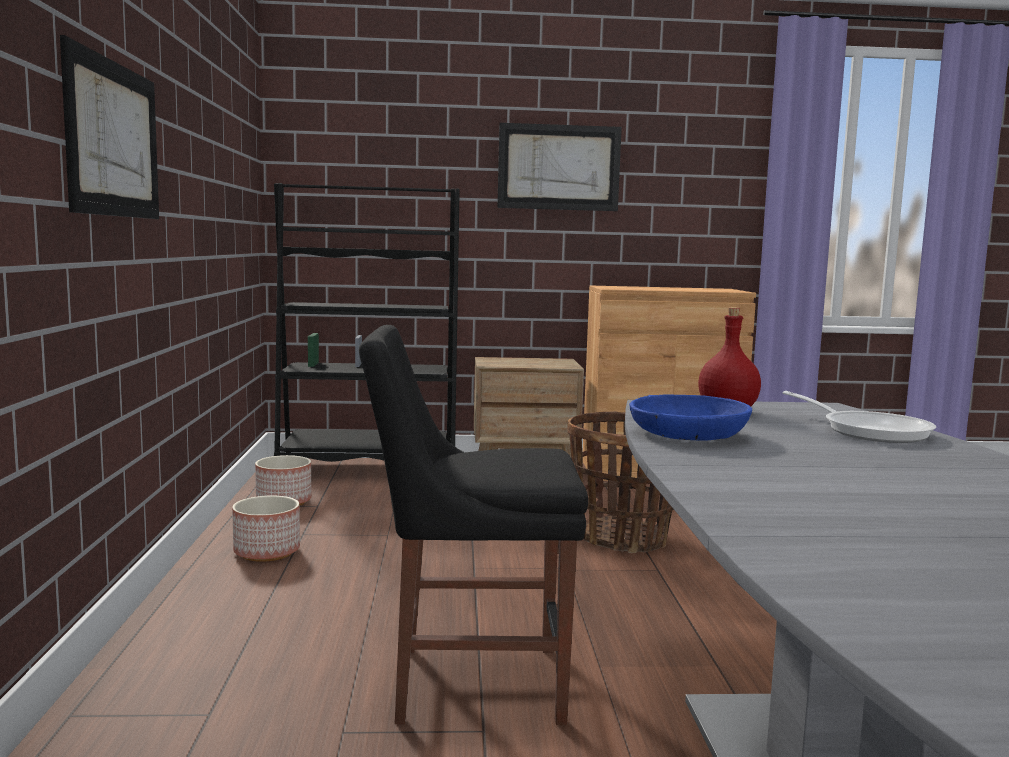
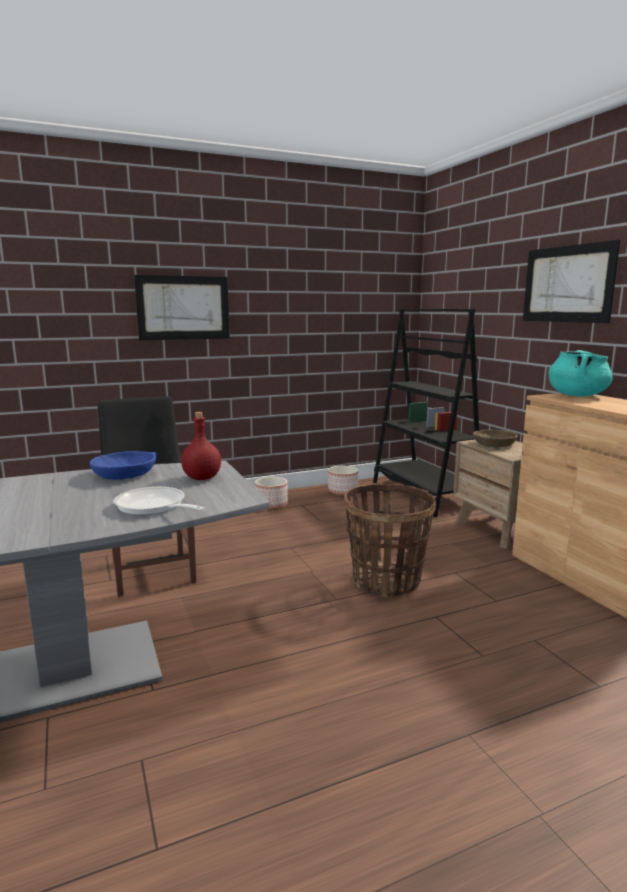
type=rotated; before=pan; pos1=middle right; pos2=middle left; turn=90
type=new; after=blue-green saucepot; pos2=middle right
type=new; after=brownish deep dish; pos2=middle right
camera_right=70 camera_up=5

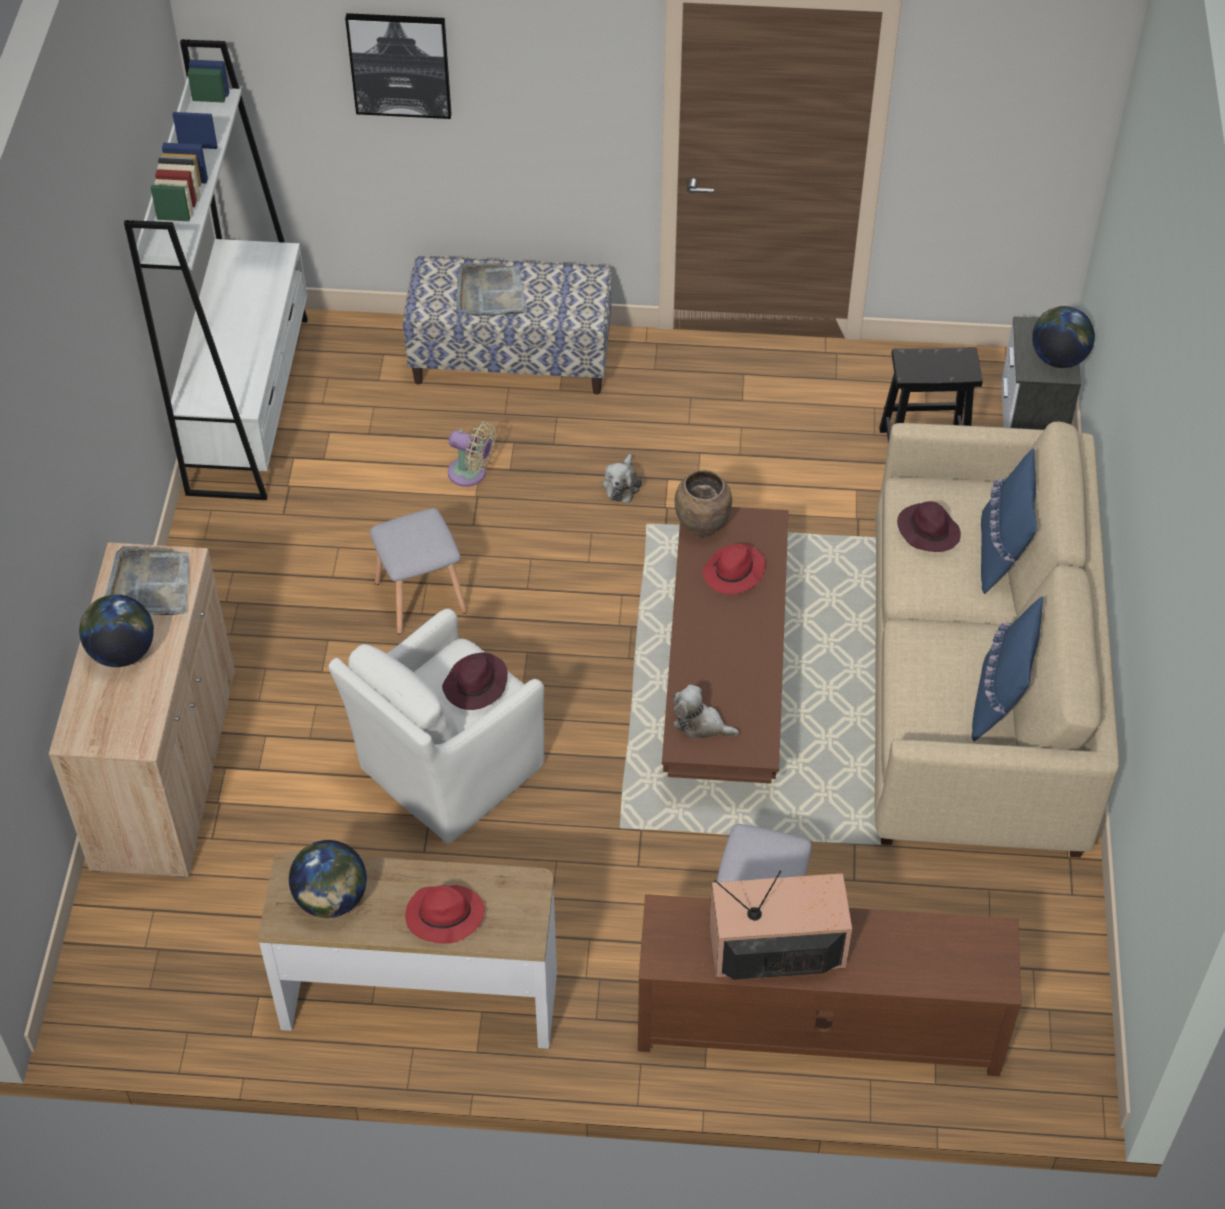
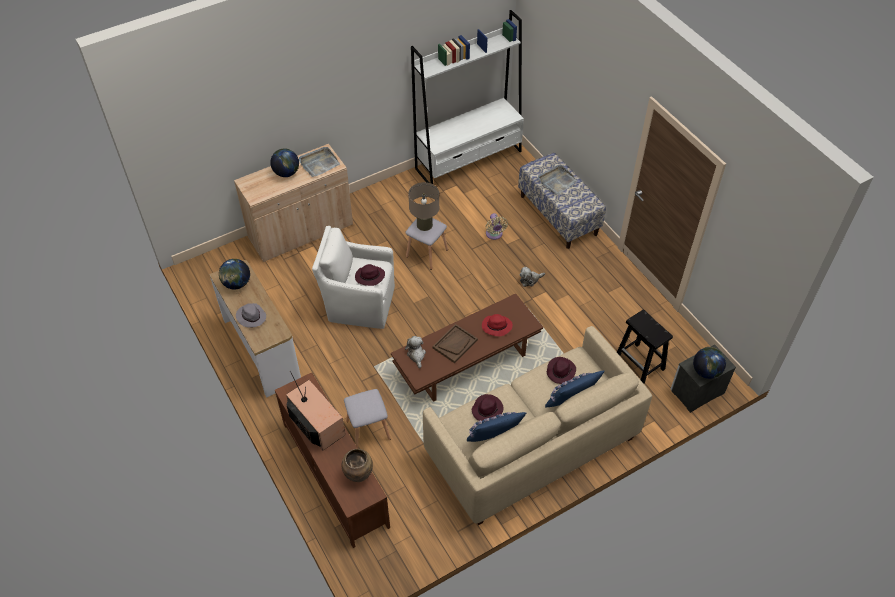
type=gone; before=wall art; pos1=top left
type=shifted; before=brownish vase; pos1=centre; pos2=bottom centre
type=repainted; before=reddish hat (no. 1 from left); after=gray hat; pos1=bottom centre; pos2=middle left
type=new; after=beige-coloured lamp for a table; pos2=centre
type=new; after=brownish tray; pos2=centre
type=new; after=purple hat (no. 2 from left); pos2=bottom centre
camera_right=55 camera_up=0

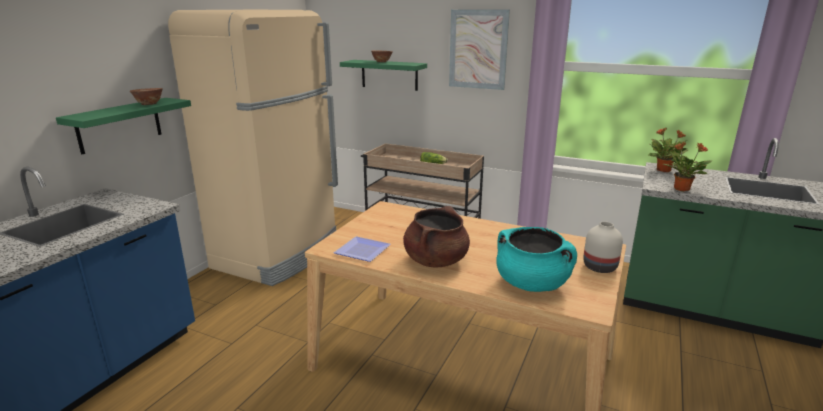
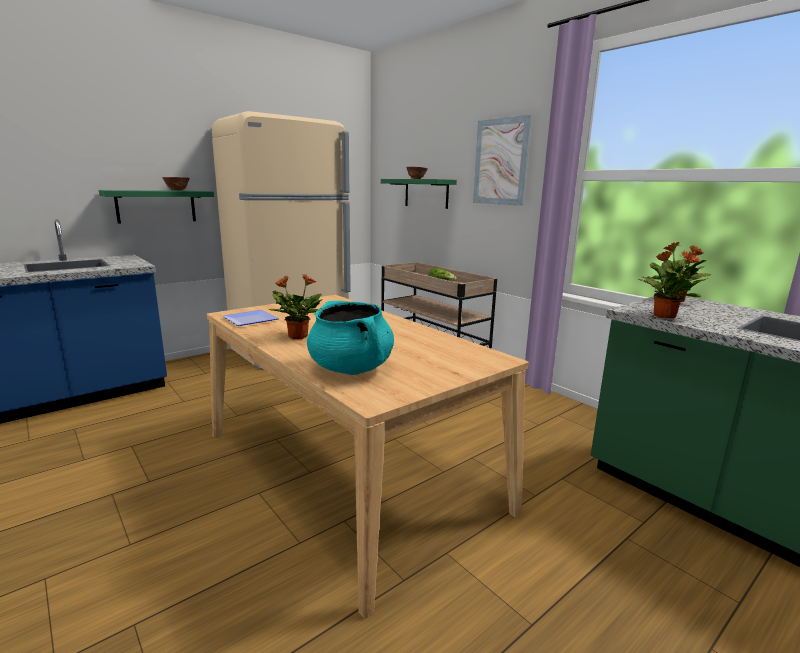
type=swapped; before=brownish saucepot; after=potted plant (no. 1 from left); pos1=centre; pos2=centre
type=gone; before=white-coloured vase; pos1=middle right
camera_right=25 camera_up=-5

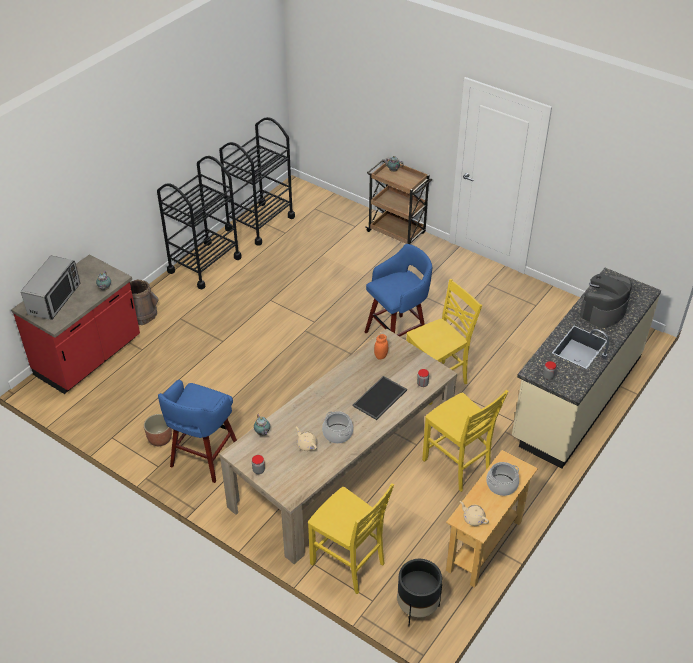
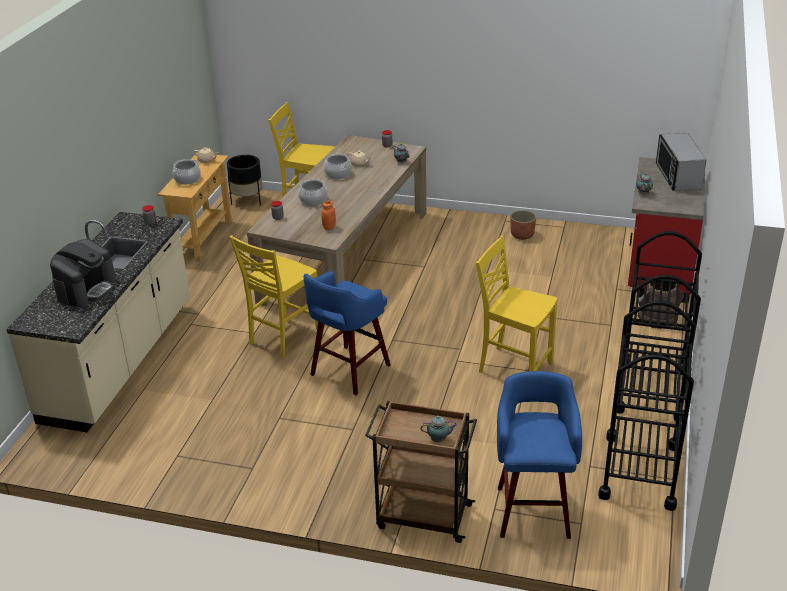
type=swapped; before=tray; after=saucepot (no. 2 from left); pos1=centre; pos2=top centre
type=shifted; before=blue-coloured stool (no. 1 from left in the first image); after=blue-coloured stool (no. 2 from left); pos1=middle left; pos2=bottom right
type=shifted; before=yellow upright chair (no. 3 from left); pos1=middle right; pos2=centre
camera_right=160 camera_up=-10

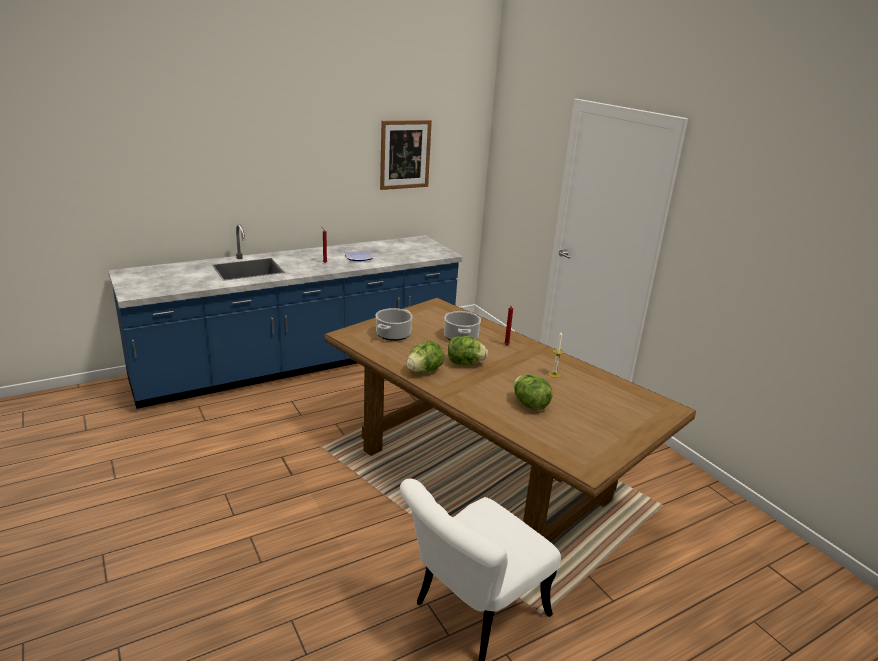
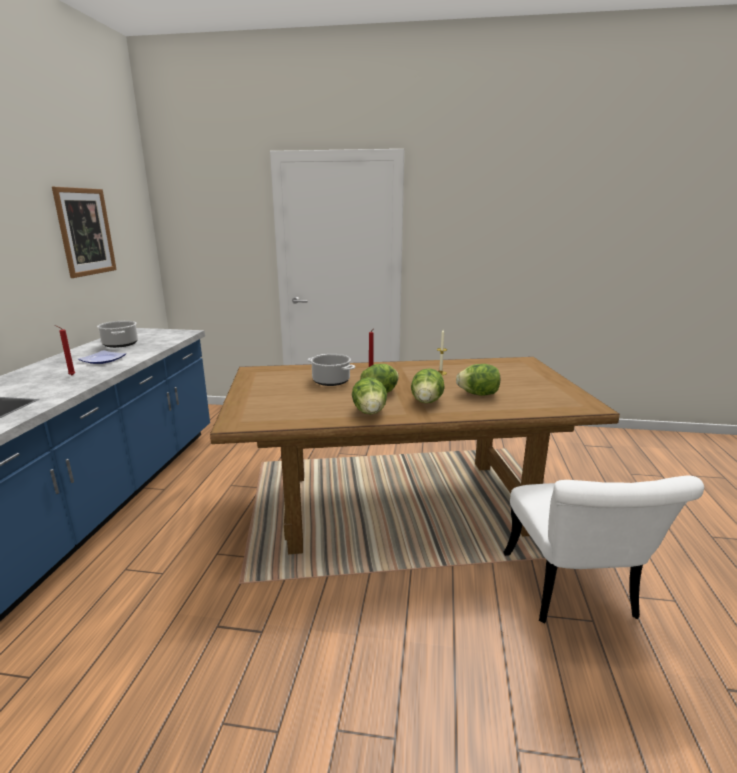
type=shifted; before=saucepot (no. 1 from left); pos1=centre; pos2=middle left
type=new; after=lettuce head (no. 3 from left); pos2=centre
camera_right=-50 camera_up=-5

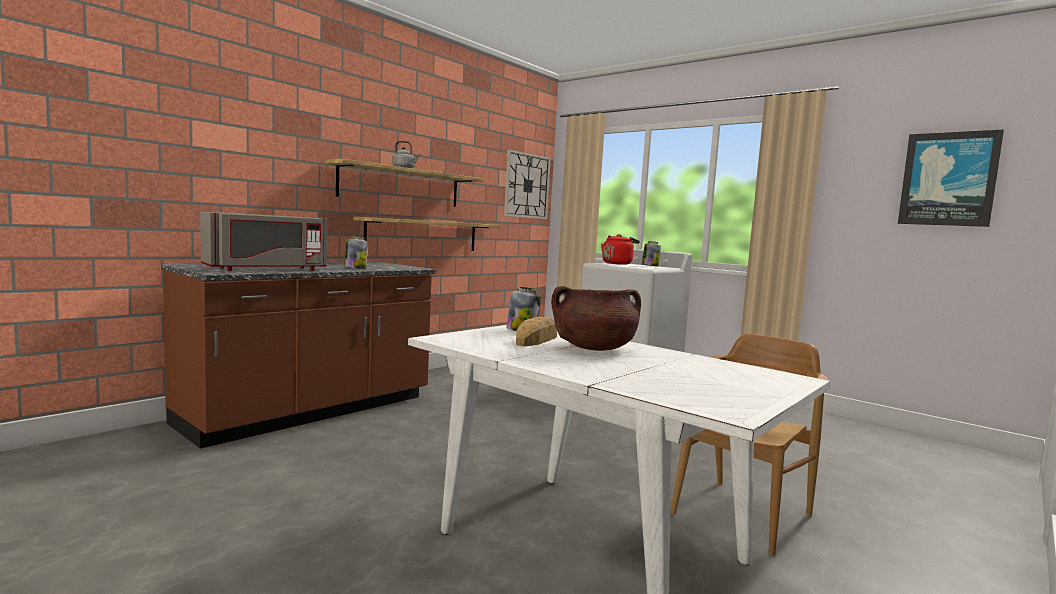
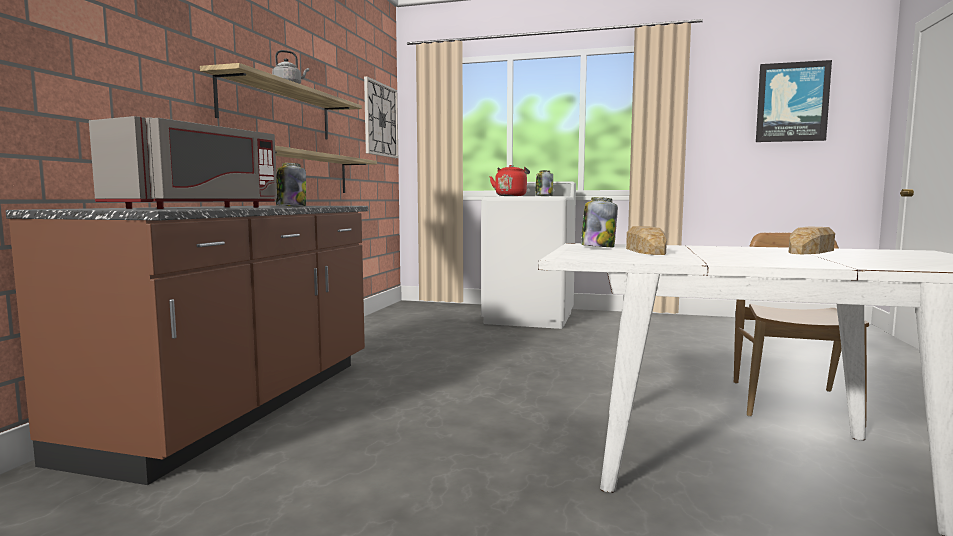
type=gone; before=brownish saucepot; pos1=centre
type=new; after=bread (no. 2 from left); pos2=middle right
camera_right=-25 camera_up=0

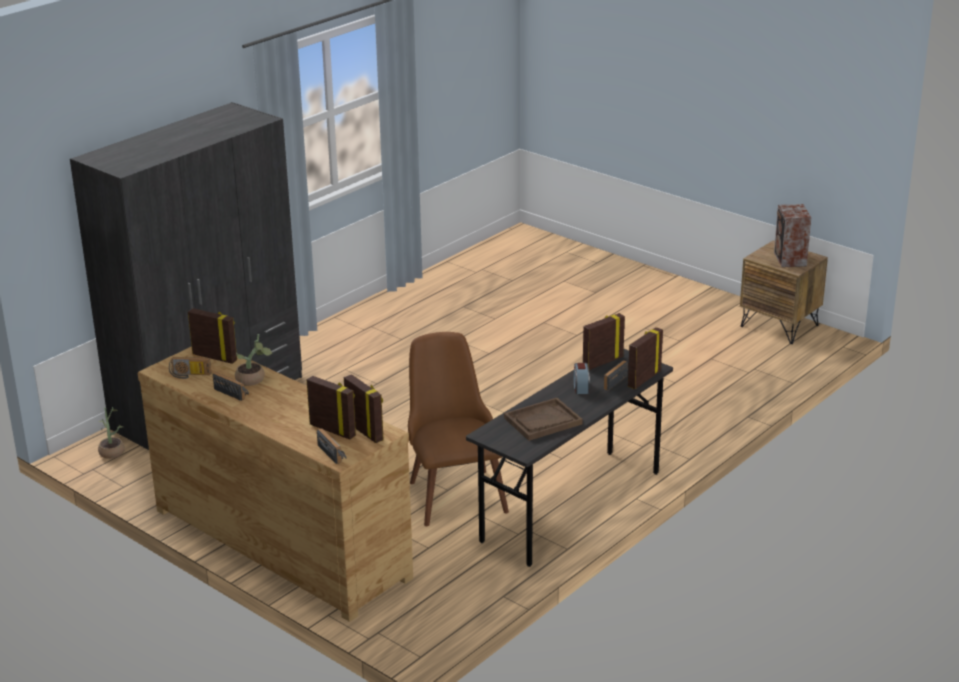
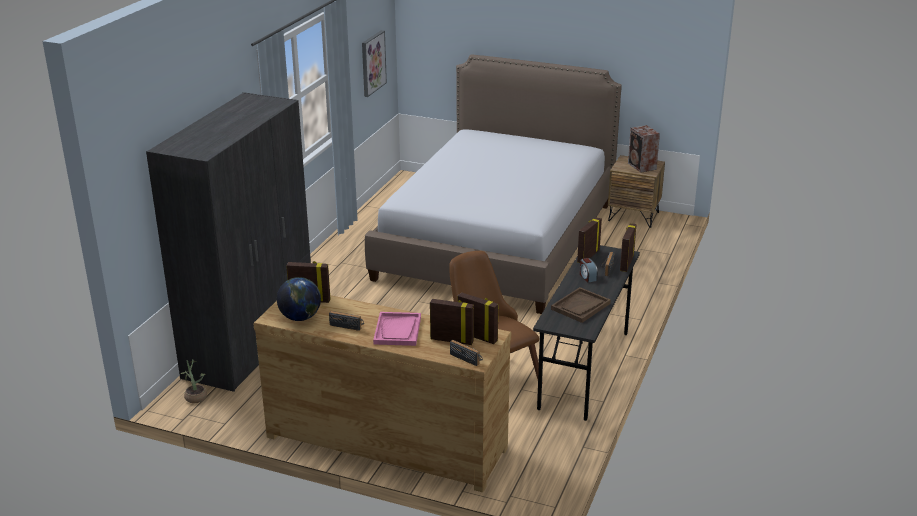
type=gone; before=potted plant (no. 2 from left); pos1=middle left
type=swapped; before=radio set (no. 1 from left); after=world globe; pos1=middle left; pos2=middle left
type=new; after=wall art; pos2=top centre
type=new; after=sleeping bed; pos2=centre
type=new; after=pink tray; pos2=centre
camera_right=-20 camera_up=0

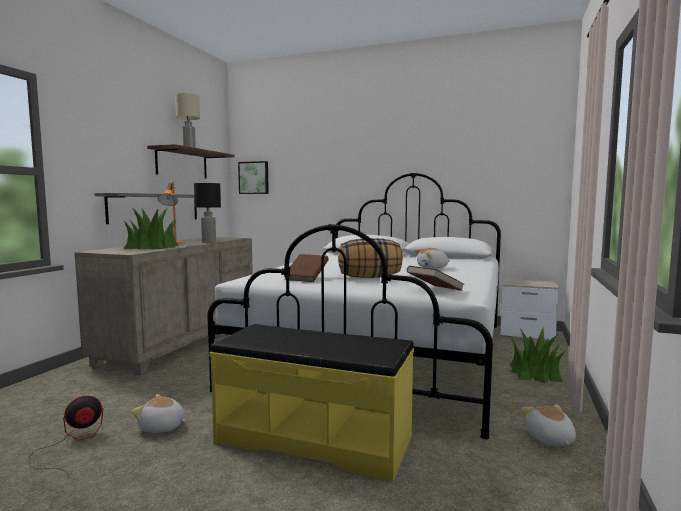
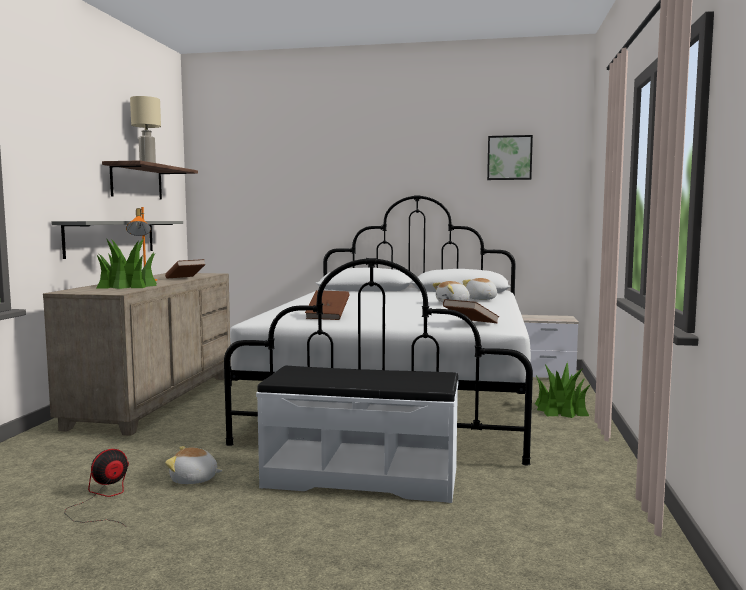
type=shifted; before=wall art; pos1=centre; pos2=top right
type=swapped; before=black lamp for a table; after=brownish bound book (no. 1 from left); pos1=middle left; pos2=middle left
type=gone; before=pillow; pos1=centre
type=repainted; before=yellow indoor bench; after=white-coloured indoor bench; pos1=bottom centre; pos2=bottom centre
type=shifted; before=soft toy (no. 3 from left); pos1=bottom right; pos2=centre
camera_right=-10 camera_up=0

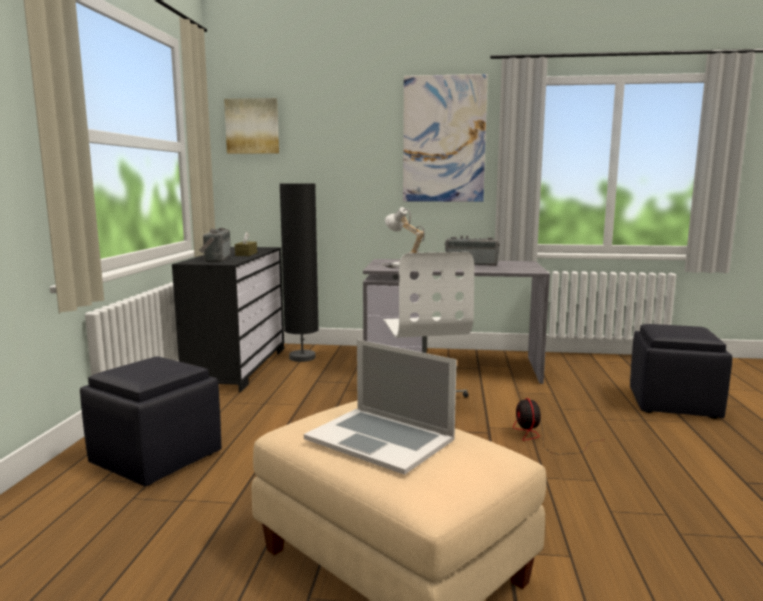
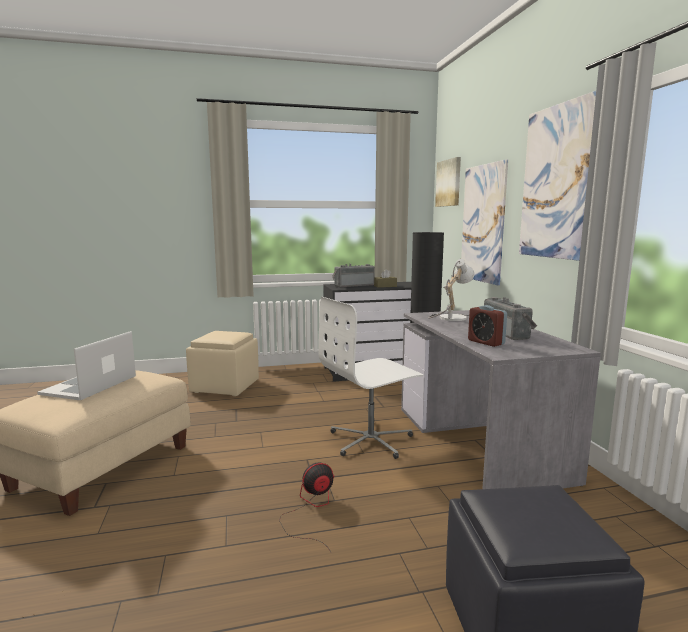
type=repainted; before=black ottoman (no. 1 from left); after=beige-coloured ottoman (no. 2 from left); pos1=bottom left; pos2=middle left
type=new; after=wall art (no. 2 from left); pos2=middle right
type=new; after=table clock; pos2=middle right
camera_right=70 camera_up=0

